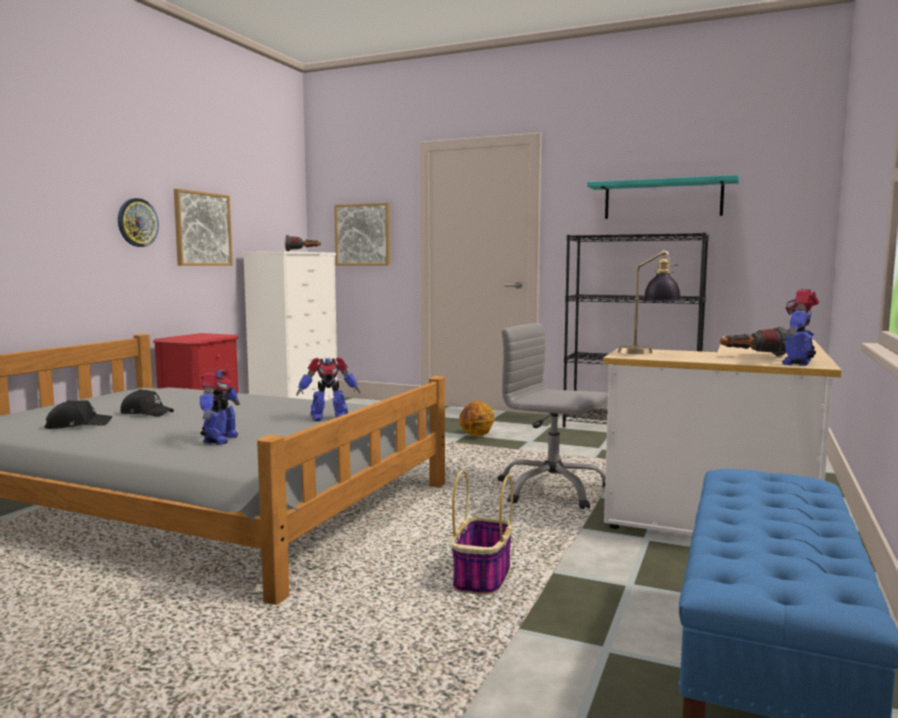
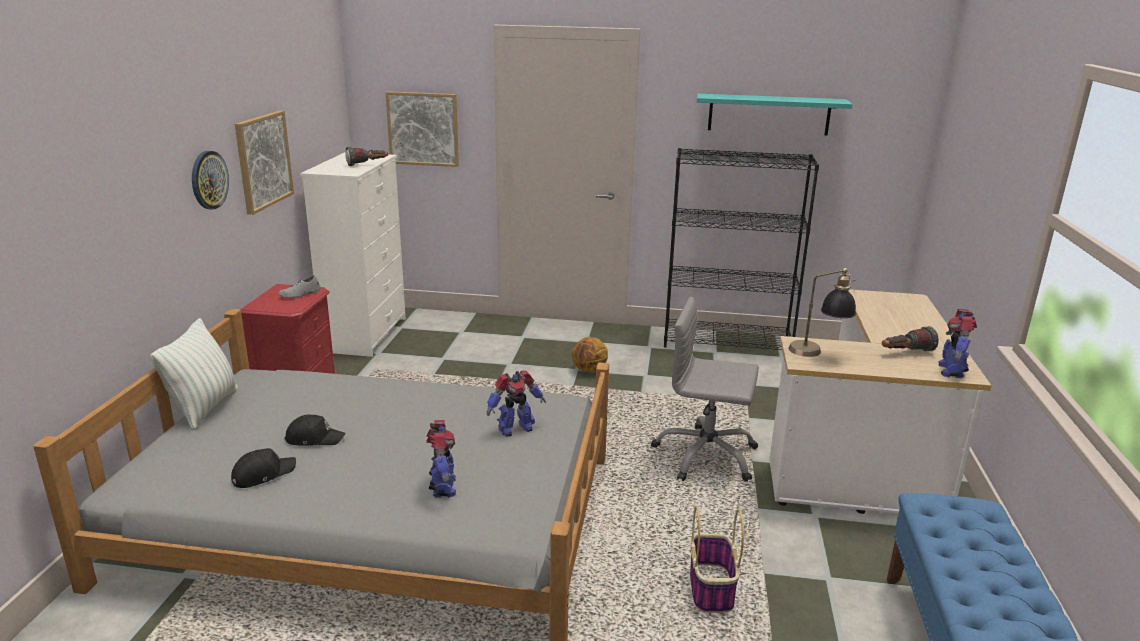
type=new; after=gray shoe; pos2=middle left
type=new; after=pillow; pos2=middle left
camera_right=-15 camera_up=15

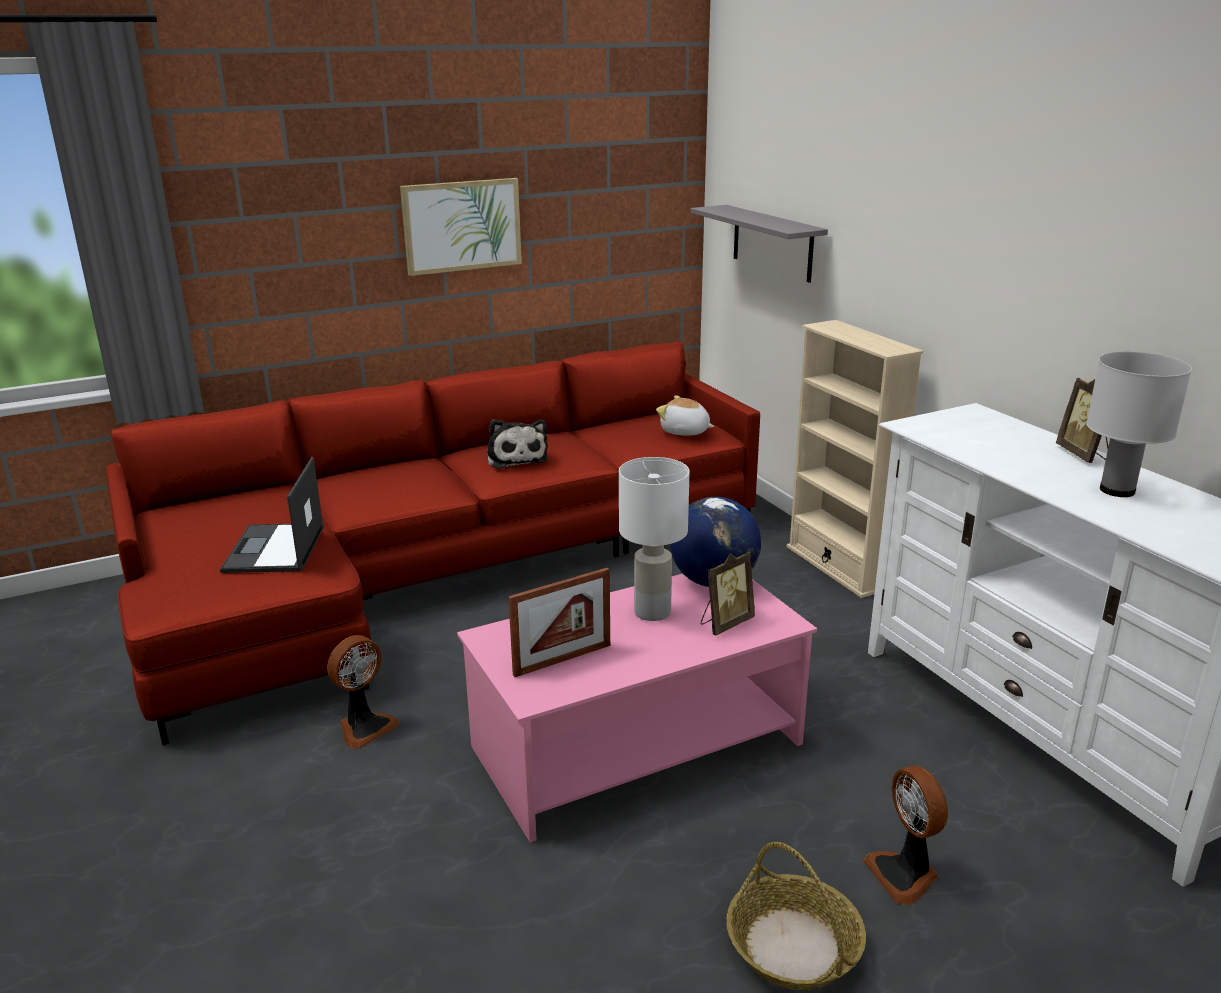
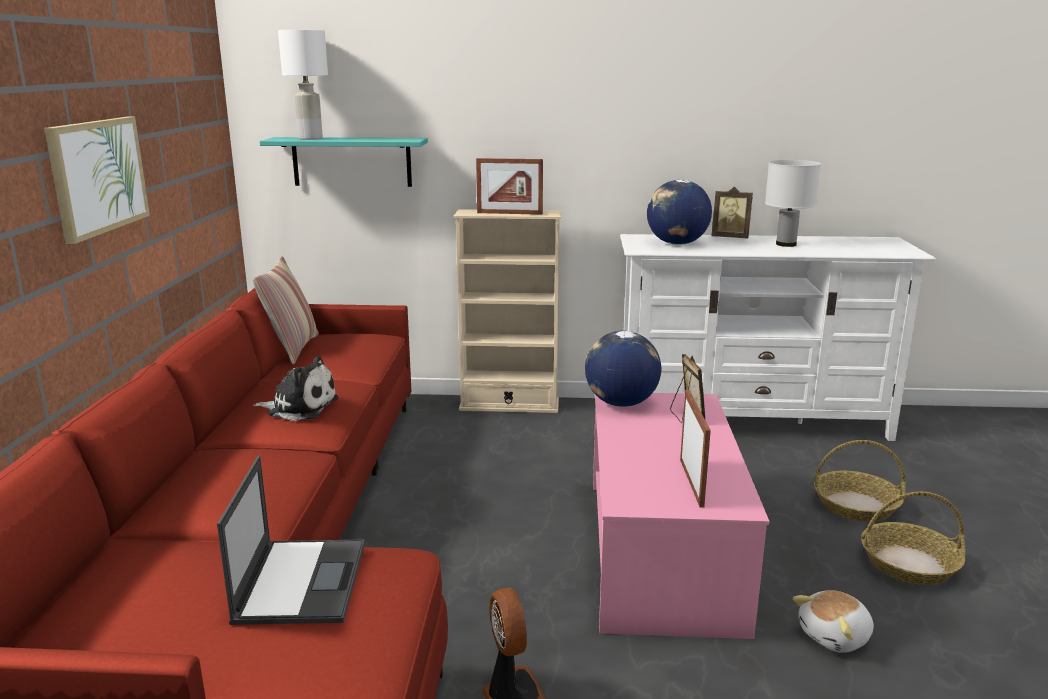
type=repainted; before=gray shelf; after=blue-green shelf; pos1=top centre; pos2=top left
type=shifted; before=soft toy (no. 2 from left); pos1=centre; pos2=bottom right
type=rotated; before=notebook computer; pos1=middle left; pos2=bottom left; turn=-120
type=shifted; before=white-coloured lamp for a table (no. 1 from left); pos1=centre; pos2=top left
type=swapped; before=cooling fan (no. 2 from left); after=storage basket (no. 1 from left); pos1=bottom right; pos2=bottom right
type=new; after=standing frame (no. 1 from left); pos2=top centre
type=new; after=world globe (no. 2 from left); pos2=top centre
type=new; after=pillow; pos2=middle left
camera_right=-60 camera_up=-5

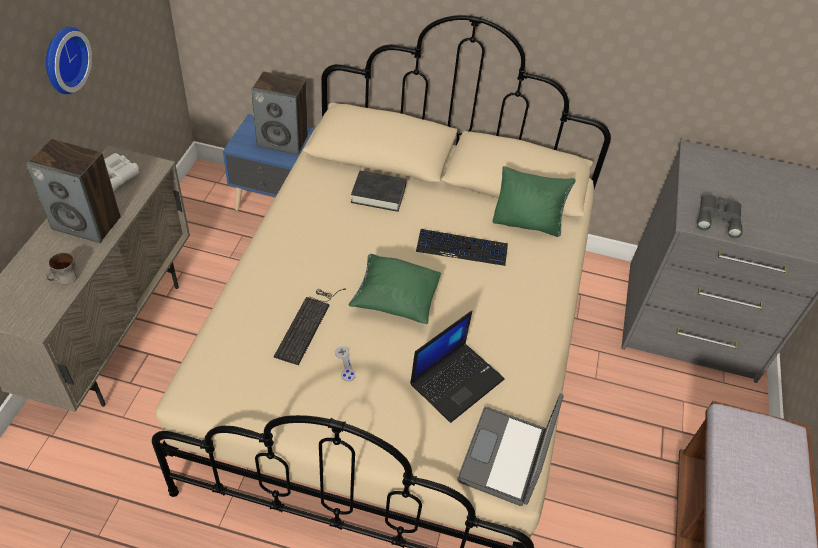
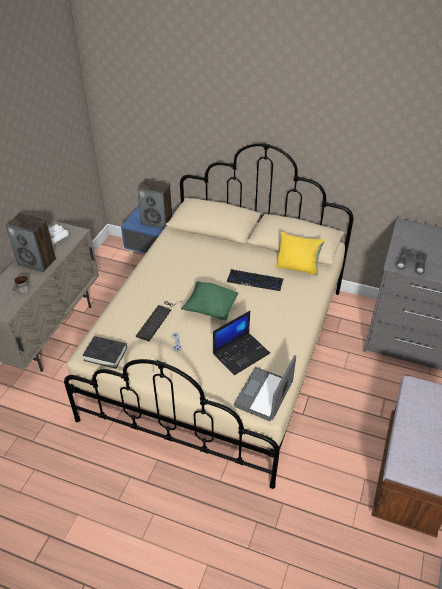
type=gone; before=hanging clock; pos1=top left
type=repainted; before=greenish pillow (no. 2 from left); after=yellow pillow; pos1=centre; pos2=middle right
type=shifted; before=black bound book; pos1=centre; pos2=middle left
camera_right=10 camera_up=-5

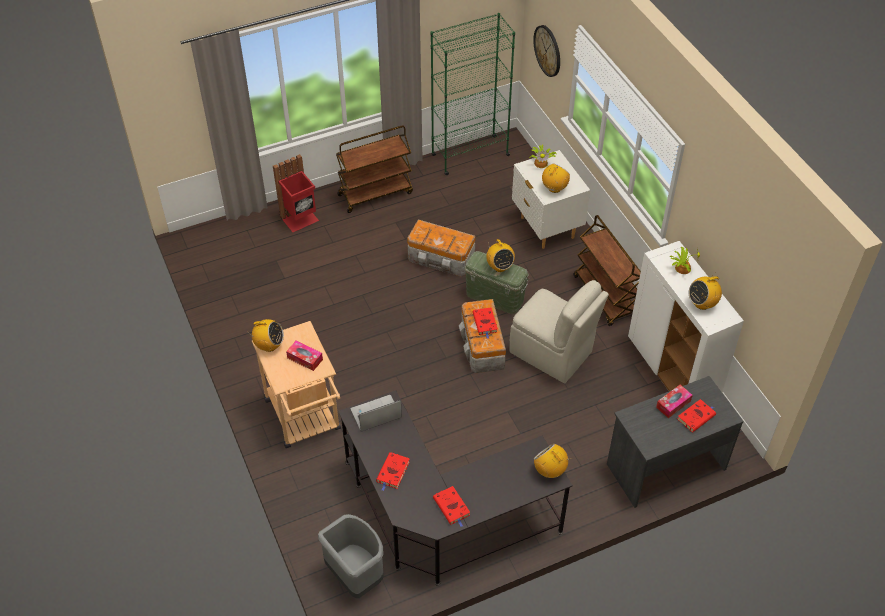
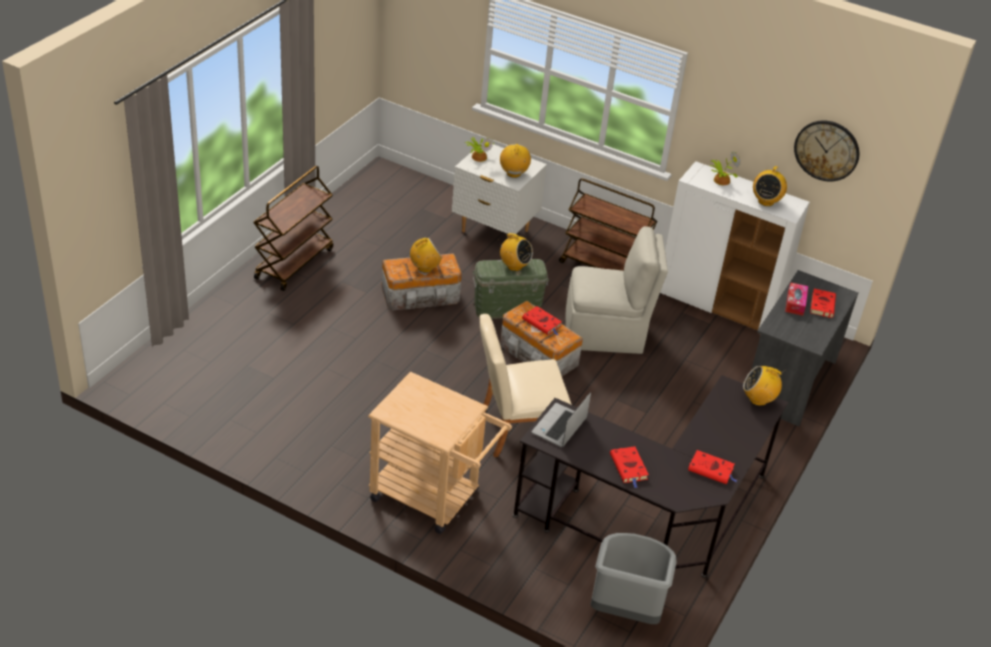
type=gone; before=greenish bookshelf; pos1=top centre
type=shifted; before=hanging clock; pos1=top centre; pos2=top right
type=gone; before=reddish waste bin; pos1=top centre
type=shifted; before=radio set (no. 1 from left); pos1=middle left; pos2=centre
type=gone; before=tissue holder (no. 1 from left); pos1=centre
type=new; after=beige-coloured upright chair (no. 1 from left); pos2=centre
camera_right=-40 camera_up=-10

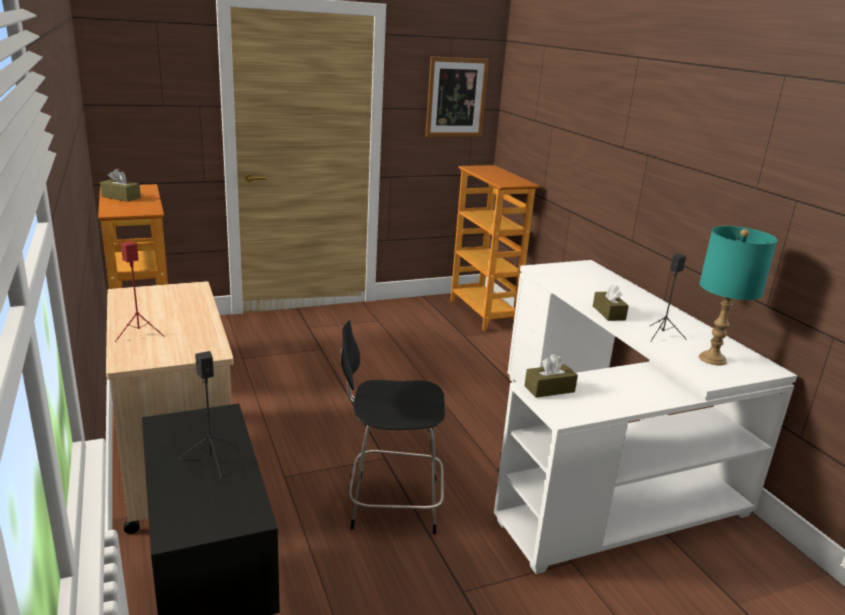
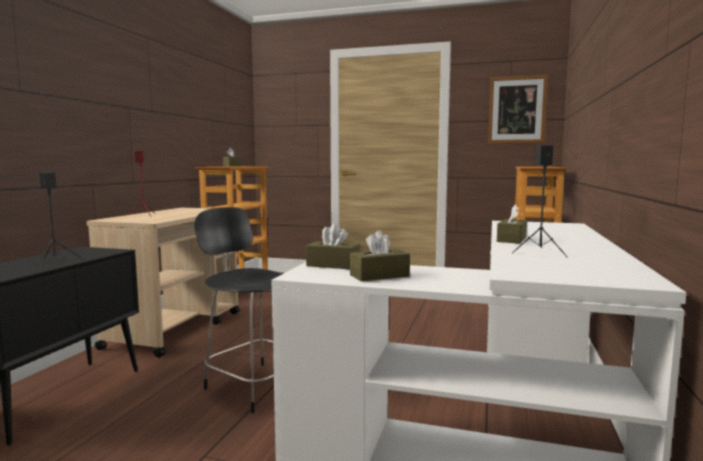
type=gone; before=blue-green lamp for a table; pos1=middle right
type=new; after=brownish tissue holder (no. 3 from left); pos2=centre
camera_right=40 camera_up=-15

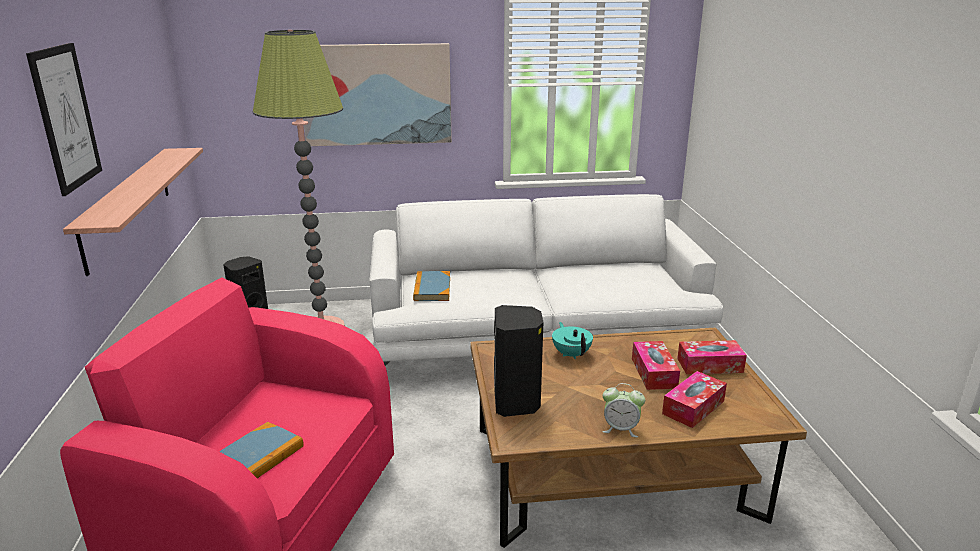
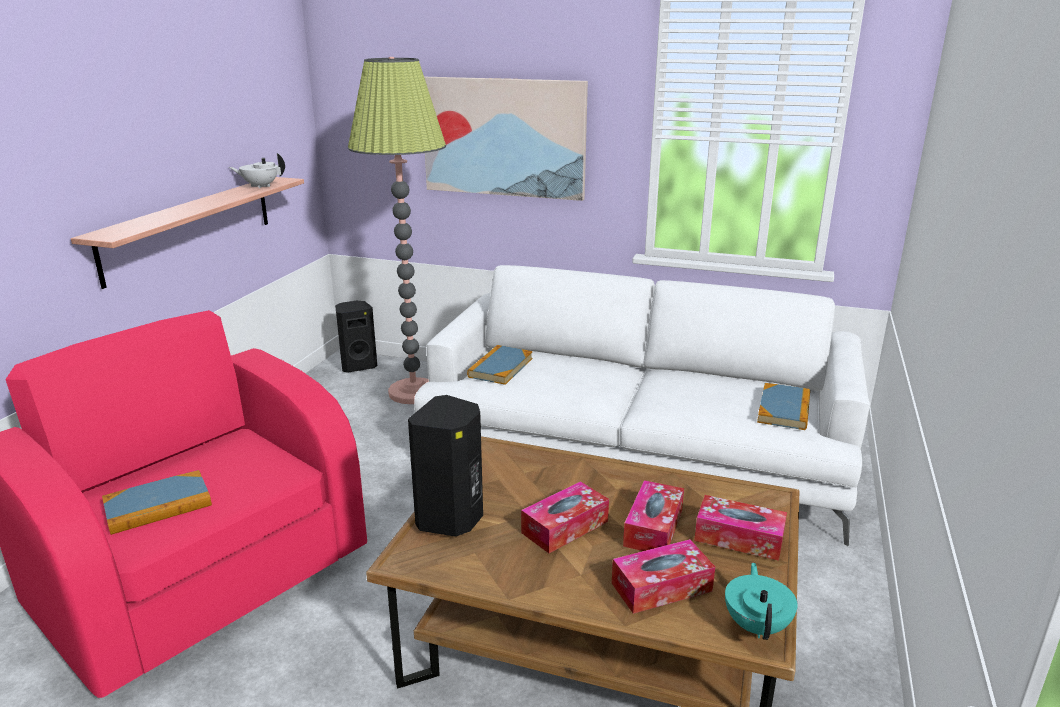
type=gone; before=wall art (no. 1 from left); pos1=top left
type=shifted; before=blue-green tea pot; pos1=centre; pos2=bottom right
type=gone; before=table clock; pos1=bottom centre
type=new; after=white-coloured tea pot; pos2=top left
type=new; after=bound book (no. 3 from left); pos2=middle right
type=new; after=tissue holder (no. 1 from left); pos2=bottom centre
camera_right=25 camera_up=0

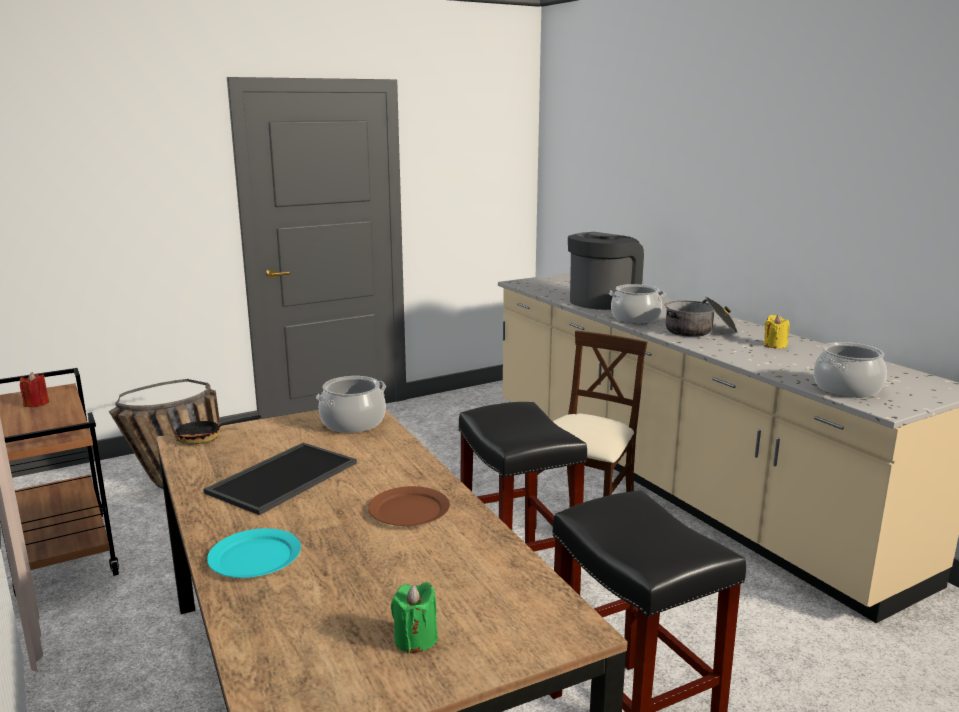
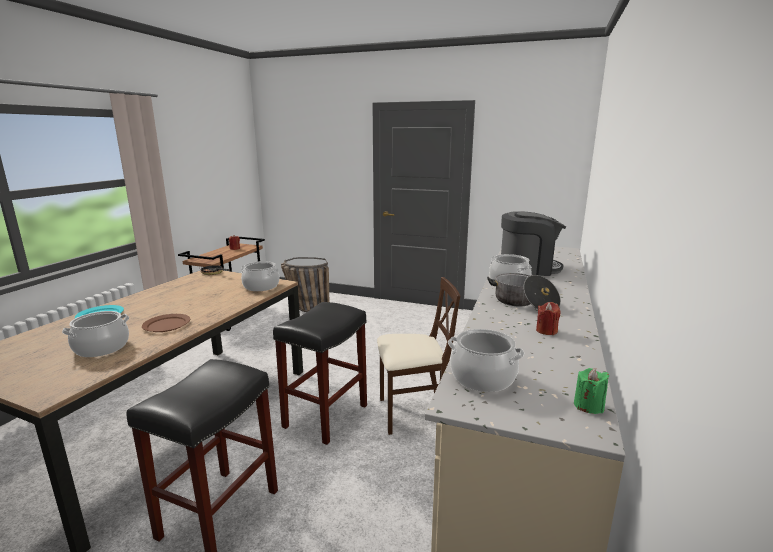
type=repainted; before=yellow candle; after=reddish candle (no. 2 from left); pos1=middle right; pos2=middle right
type=gone; before=tray; pos1=bottom left
type=shifted; before=greenish candle; pos1=bottom centre; pos2=bottom right
type=new; after=saucepot (no. 1 from left); pos2=middle left
camera_right=50 camera_up=0

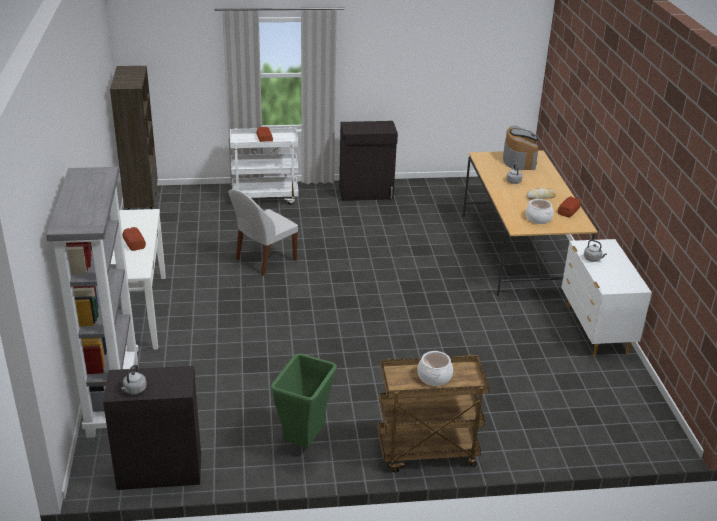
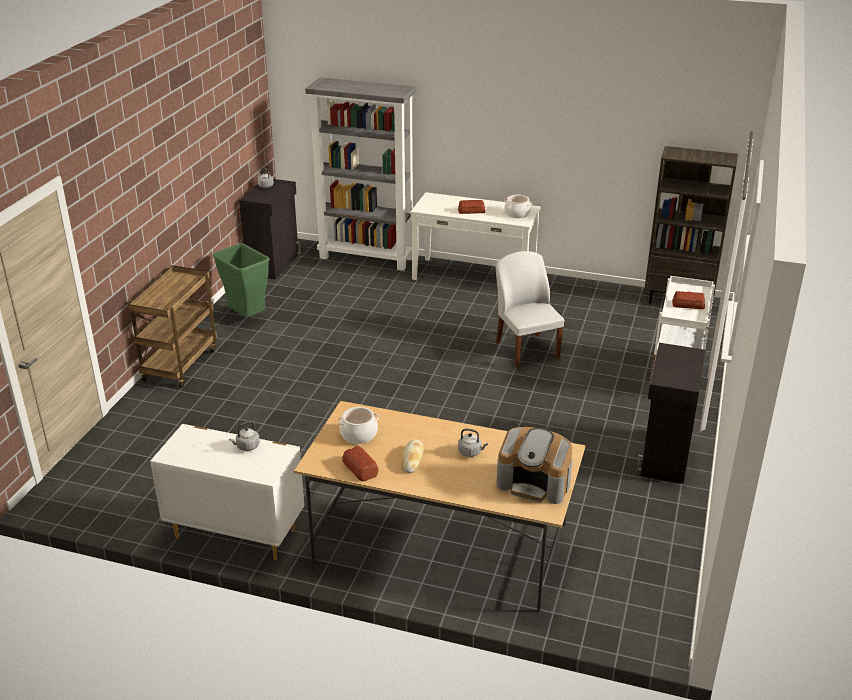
type=shifted; before=saucepot (no. 1 from left in the first image); after=saucepot (no. 2 from left); pos1=bottom centre; pos2=top centre
camera_right=115 camera_up=0

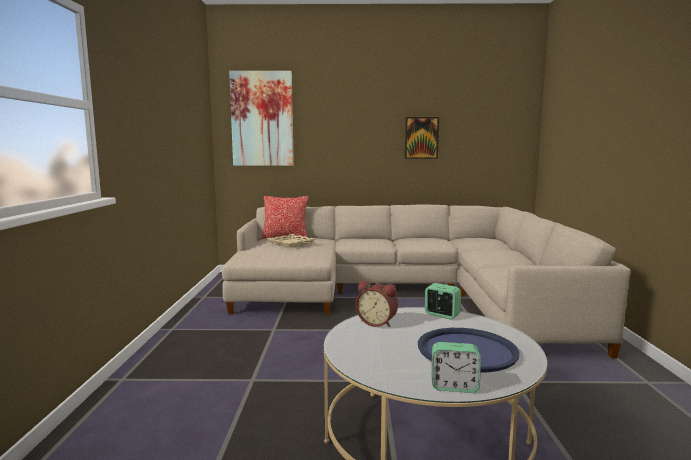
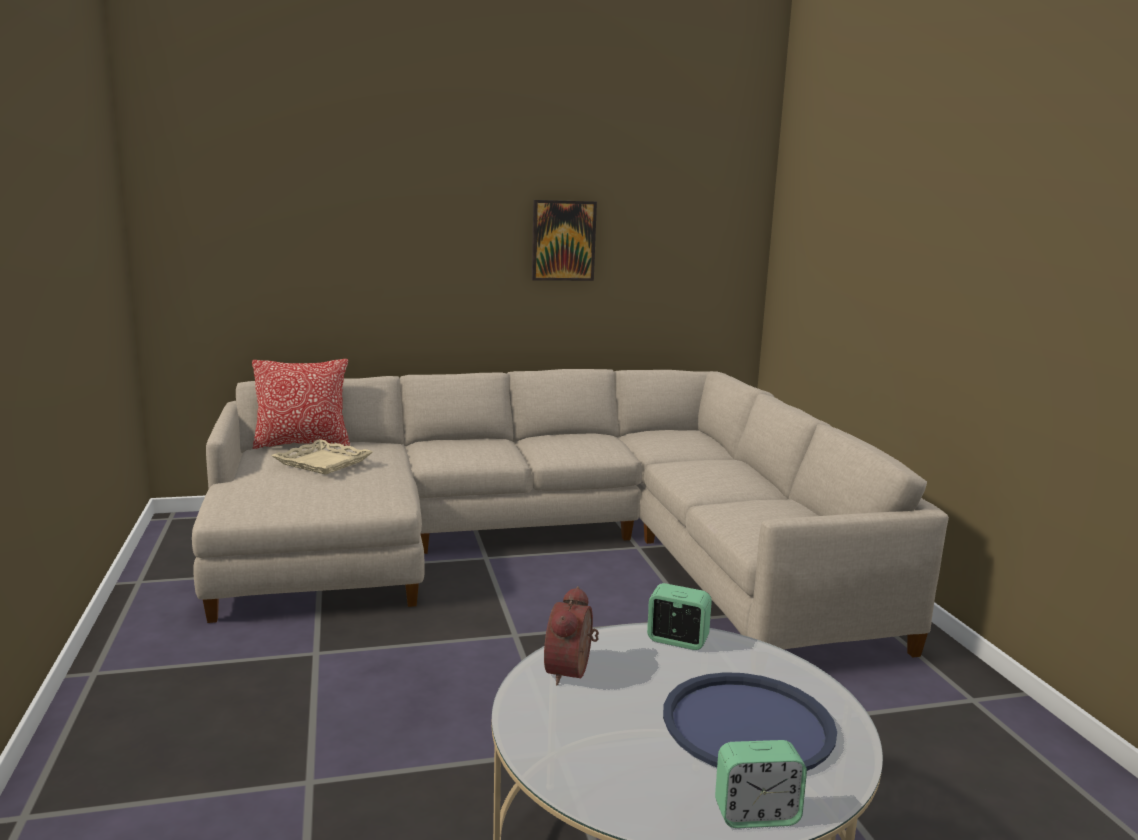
type=gone; before=wall art (no. 1 from left); pos1=top centre
type=rotated; before=table clock (no. 1 from left); pos1=centre; pos2=bottom centre; turn=90
camera_right=-15 camera_up=5

